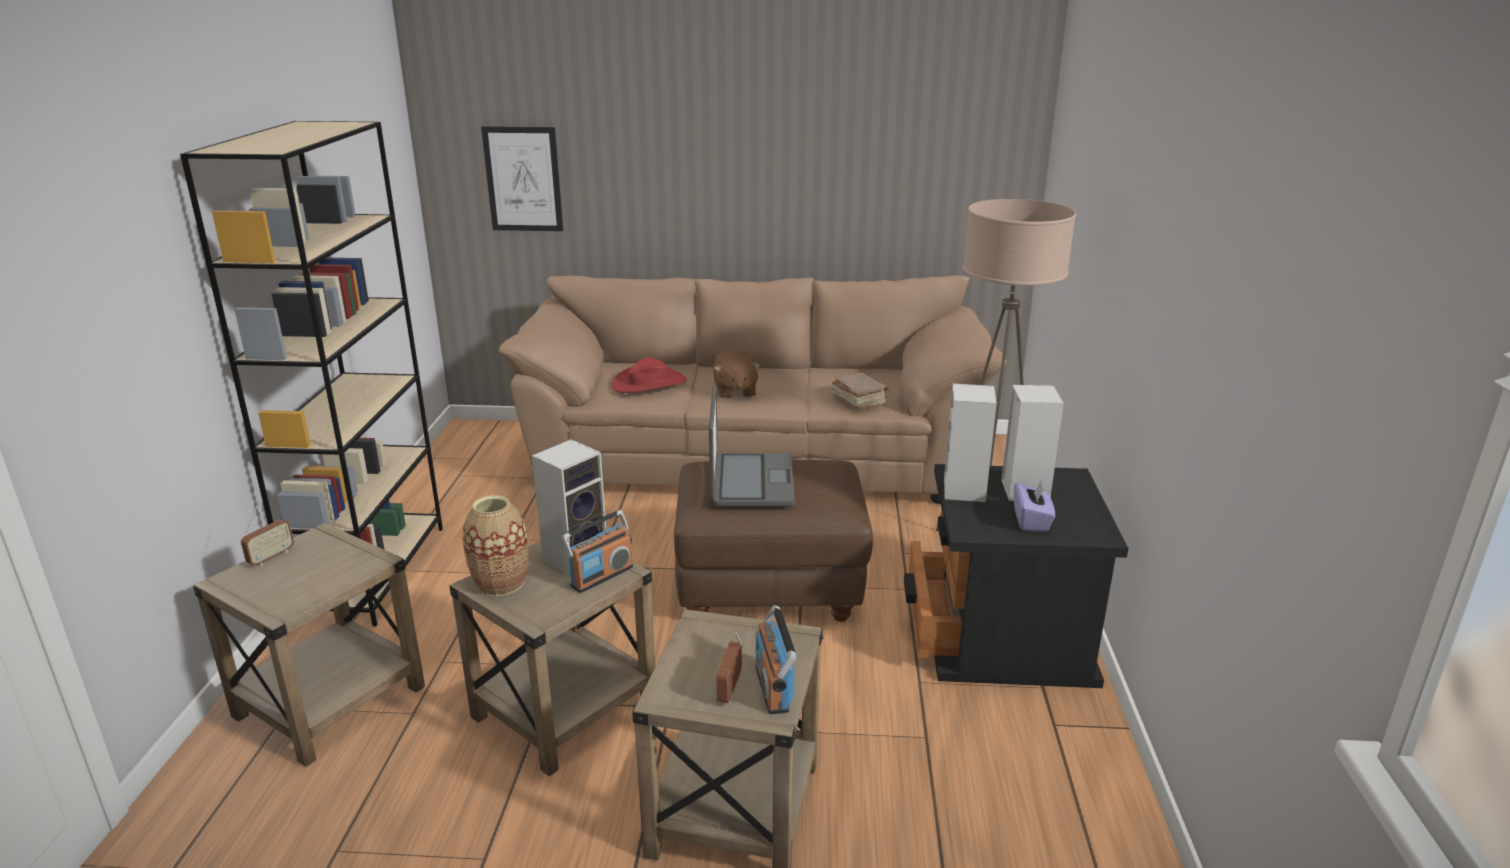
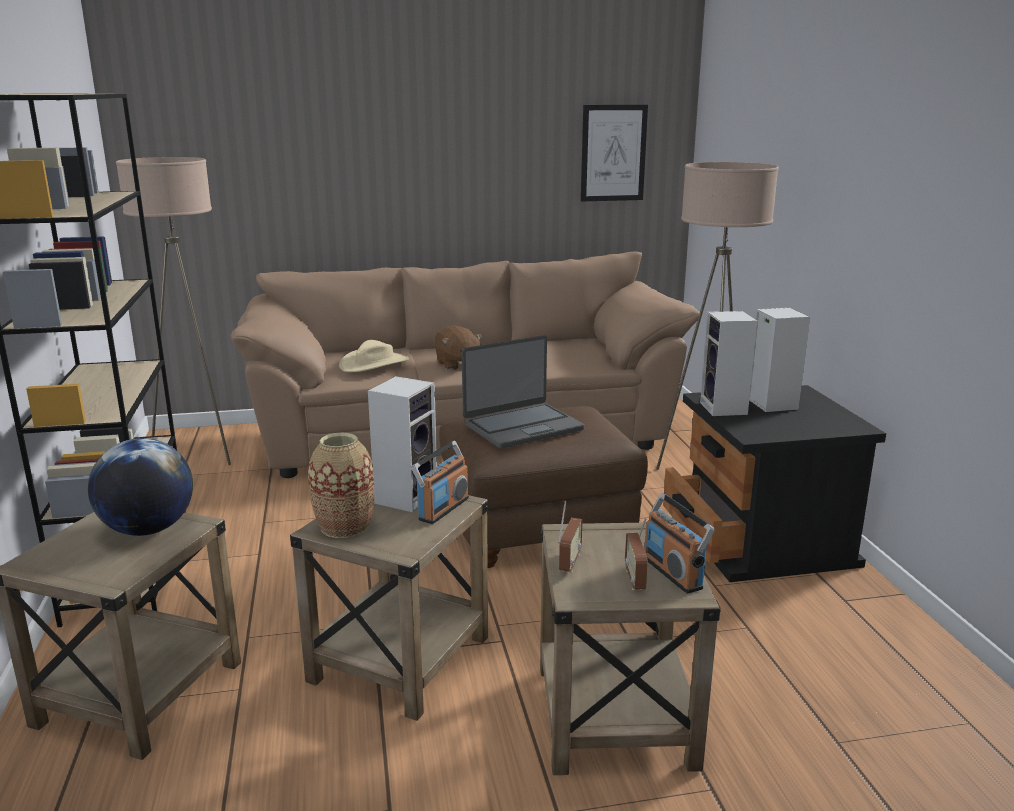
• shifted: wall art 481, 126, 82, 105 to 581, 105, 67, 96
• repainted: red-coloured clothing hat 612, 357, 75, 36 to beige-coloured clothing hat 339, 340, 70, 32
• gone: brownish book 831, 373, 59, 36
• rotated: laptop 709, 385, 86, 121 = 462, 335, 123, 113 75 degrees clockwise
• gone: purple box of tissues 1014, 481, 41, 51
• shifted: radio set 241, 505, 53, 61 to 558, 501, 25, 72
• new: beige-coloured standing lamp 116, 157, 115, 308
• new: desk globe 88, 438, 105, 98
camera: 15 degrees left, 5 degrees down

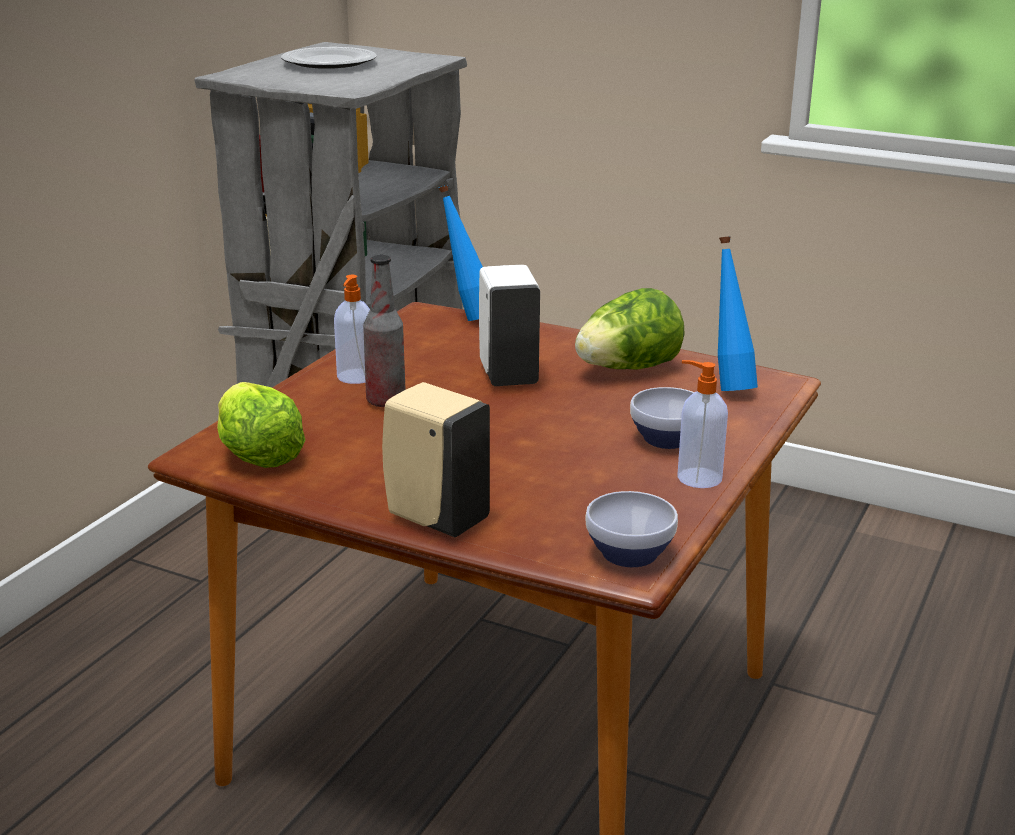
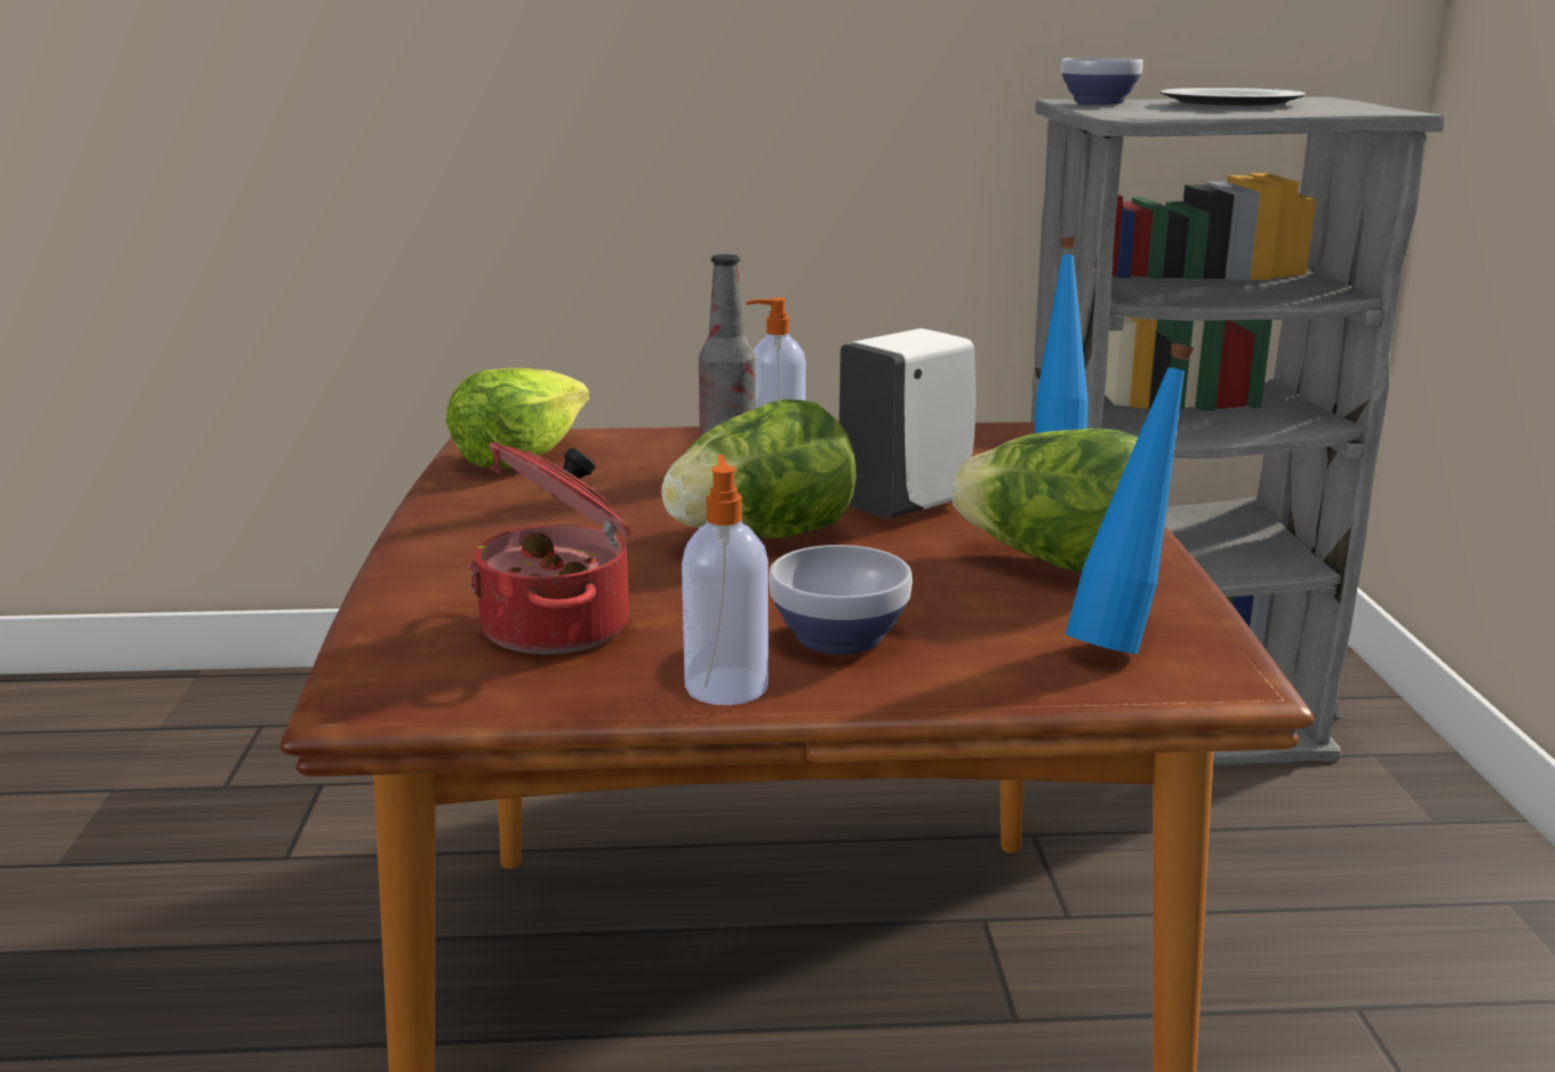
• gone: beige-coloured soap bottle 382, 382, 108, 155
• shifted: bowl 585, 491, 93, 76 to 1061, 58, 82, 46
• new: lettuce head 661, 399, 195, 140
• new: stockpot 468, 442, 164, 212
camera: 60 degrees right, 5 degrees down

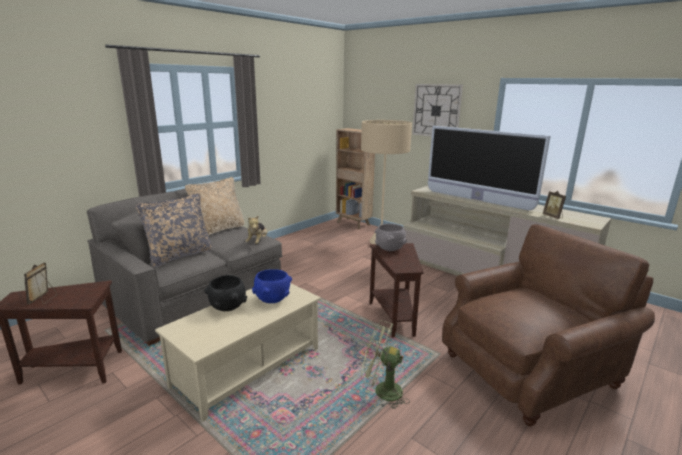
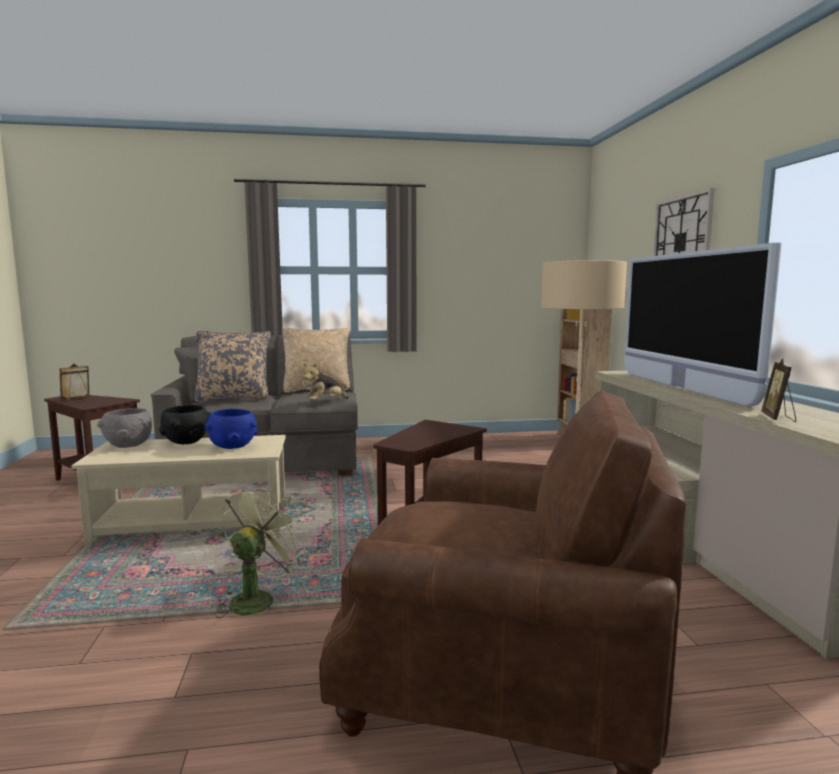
• shifted: grey bowl 375, 224, 32, 27 to 97, 408, 55, 40
• rotated: green electric fan 361, 320, 49, 89 = 215, 486, 91, 132 60 degrees clockwise
camera: 40 degrees right, 10 degrees down

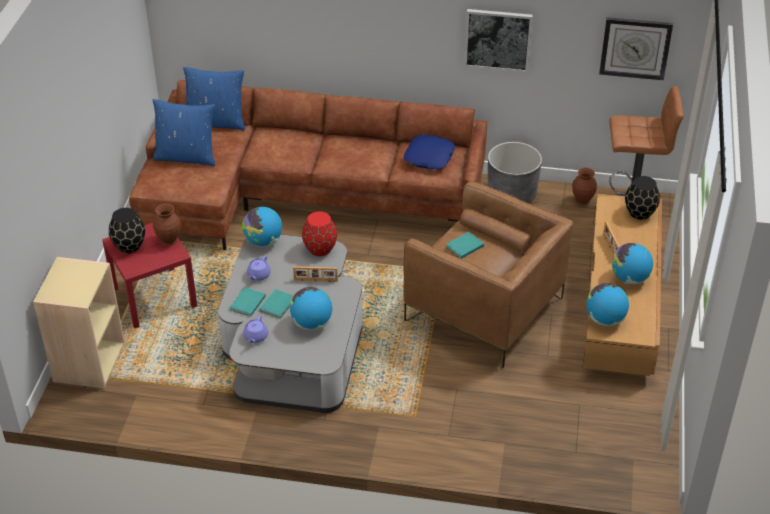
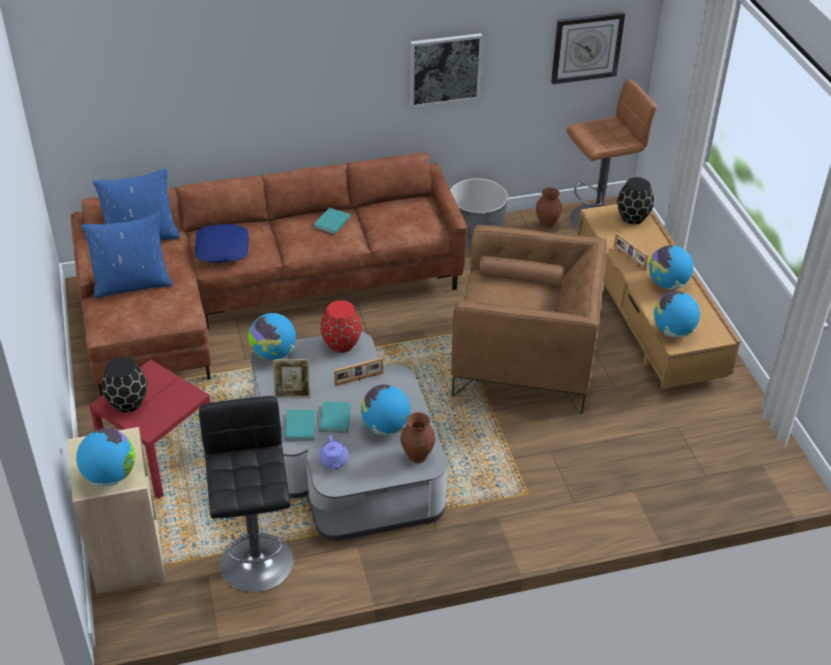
• shifted: bluish throw pillow 403, 135, 52, 34 to 195, 224, 54, 39
• shifted: brownish vase 153, 204, 28, 42 to 400, 412, 36, 51
• shifted: turquoise-coloured book 446, 232, 38, 27 to 313, 208, 37, 27
• swapped: purple pot for tea 247, 256, 24, 25 to photo frame 273, 359, 37, 39
• new: black stool seat 199, 396, 94, 196
• new: desk globe 76, 428, 59, 58
camera: 25 degrees left, 0 degrees up

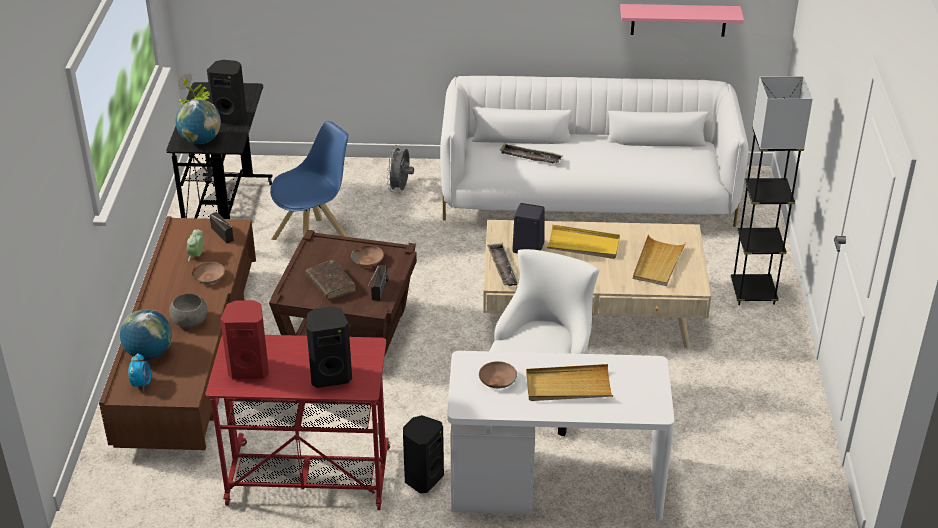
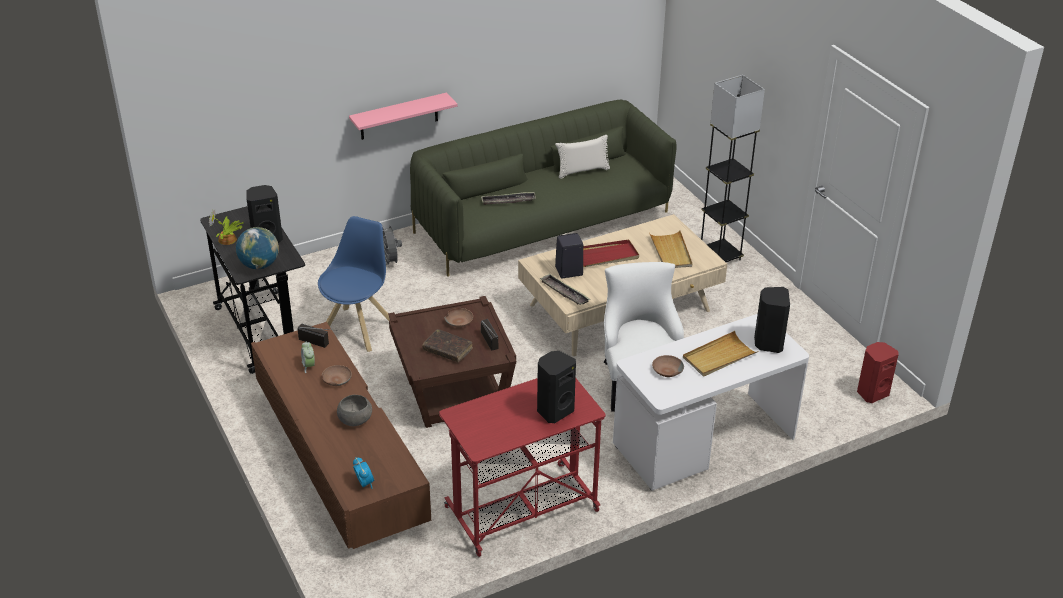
• shifted: pink shelf 620, 4, 124, 33 to 349, 93, 109, 47
• repainted: white-coloured sofa 440, 76, 308, 151 to green sofa 410, 100, 267, 177
• repainted: yellow carrying tray 547, 225, 73, 34 to red-coloured carrying tray 583, 239, 56, 28
• shifted: red-coloured loudspeaker 220, 300, 49, 79 to 857, 342, 42, 61
• gone: desk globe 120, 309, 52, 51
• shifted: black loudspeaker 403, 415, 41, 79 to 754, 287, 36, 66
• new: white-coloured throw pillow 555, 135, 55, 44
camera: 30 degrees left, 0 degrees up

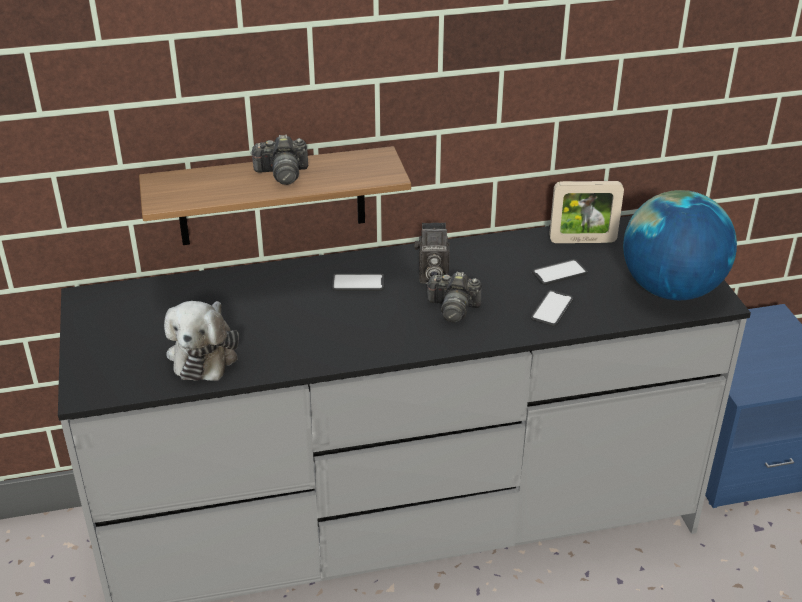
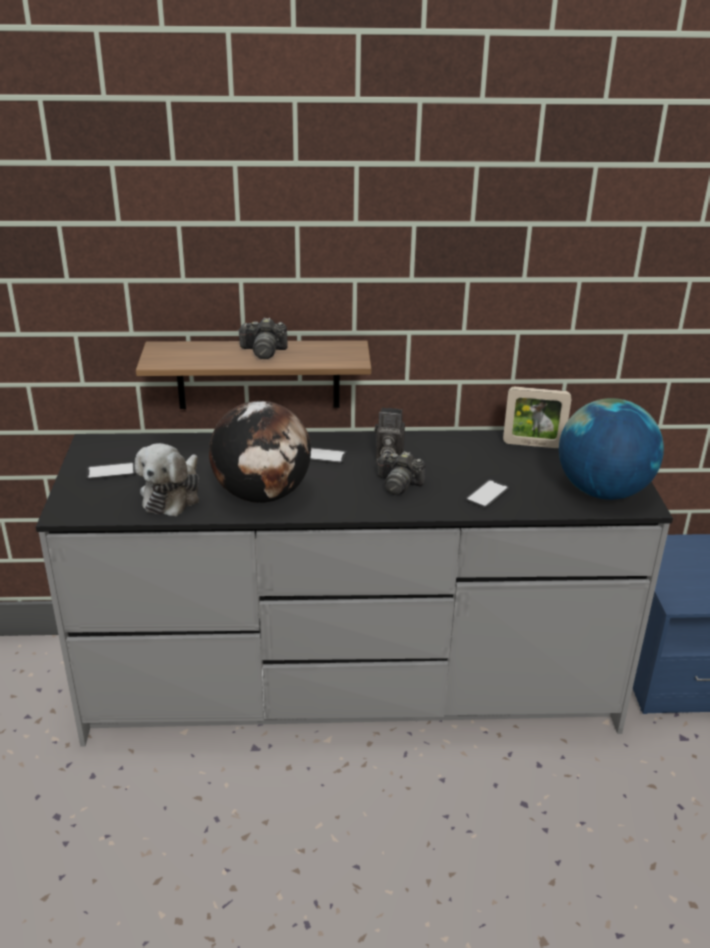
• shifted: telephone 532, 259, 56, 26 to 86, 462, 50, 18
• new: desk globe 209, 401, 102, 102
camera: 10 degrees right, 5 degrees down

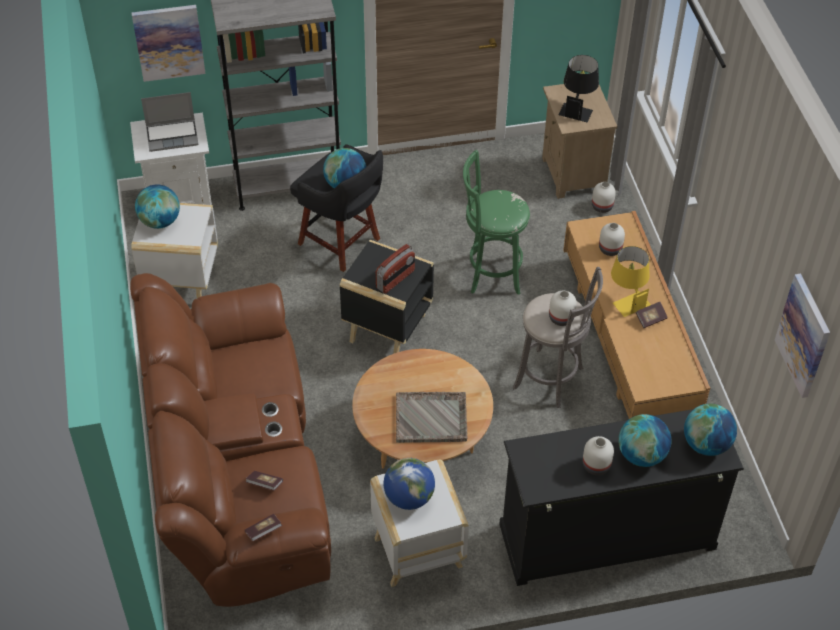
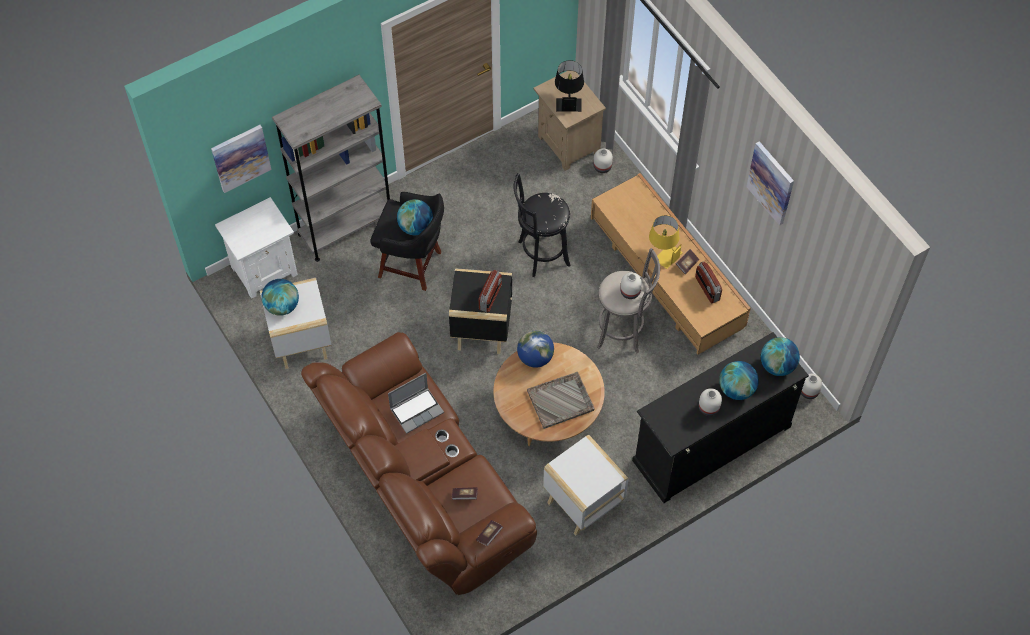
• shifted: laptop 141, 92, 58, 60 to 388, 373, 56, 61
• repainted: green stool seat 463, 150, 67, 145 to black stool seat 514, 173, 56, 104
• shifted: white-coloured vase 599, 223, 26, 33 to 801, 374, 21, 25
• shifted: wall art 775, 273, 55, 125 to 746, 141, 48, 85
• shifted: desk globe 383, 458, 52, 52 to 517, 331, 37, 37
• new: radio set 695, 261, 27, 42
camera: 20 degrees left, 10 degrees up

